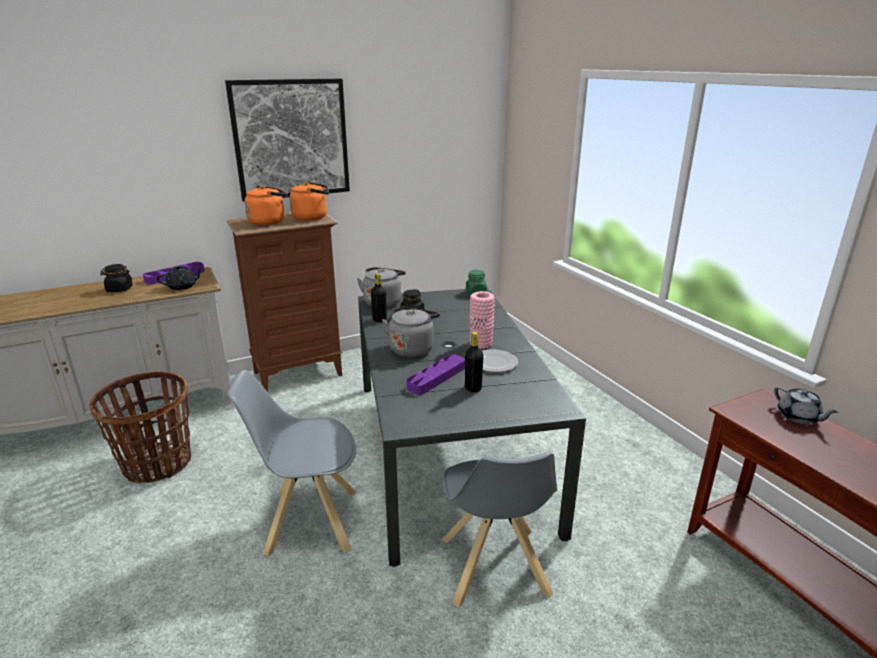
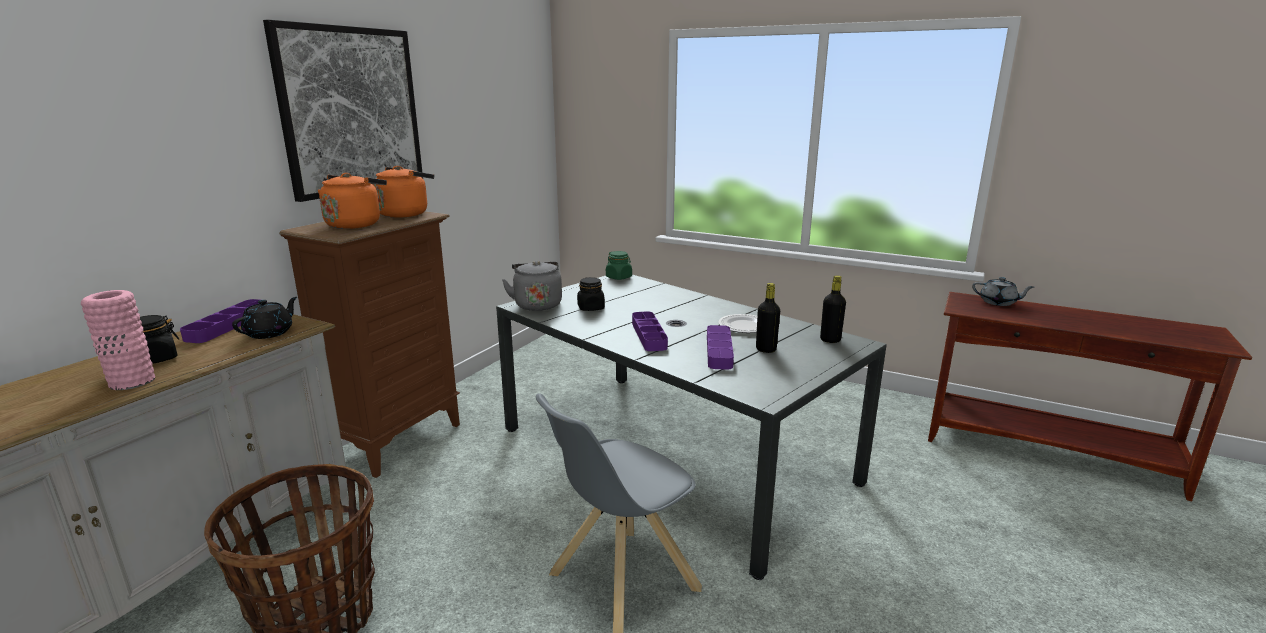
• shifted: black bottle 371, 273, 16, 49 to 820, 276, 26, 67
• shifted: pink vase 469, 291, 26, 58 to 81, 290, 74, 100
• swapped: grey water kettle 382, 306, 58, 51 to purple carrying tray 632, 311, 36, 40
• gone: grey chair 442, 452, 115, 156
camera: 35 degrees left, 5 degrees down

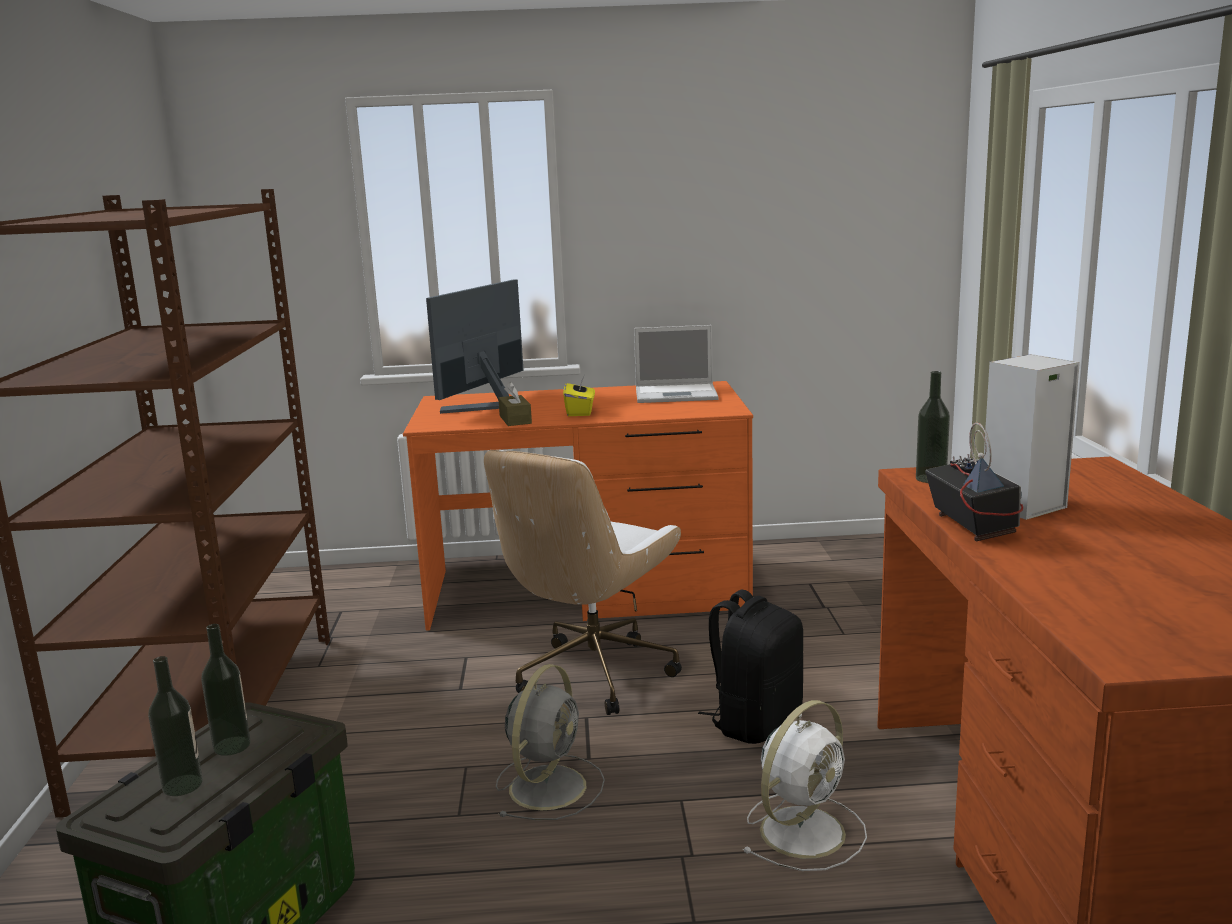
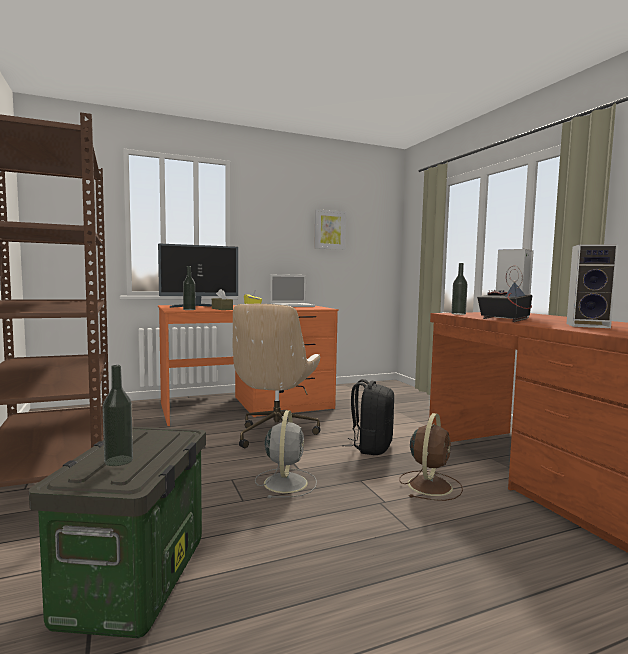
• rotated: computer screen 426, 279, 97, 135 = 158, 243, 80, 65 120 degrees counterclockwise
• shifted: bottle 201, 624, 50, 132 to 183, 266, 13, 44
• repainted: white-coloured electric fan 742, 700, 125, 171 to brownish electric fan 399, 413, 64, 88
• new: wall art 314, 209, 32, 41
• new: loudspeaker 567, 244, 51, 84
camera: 20 degrees left, 10 degrees down

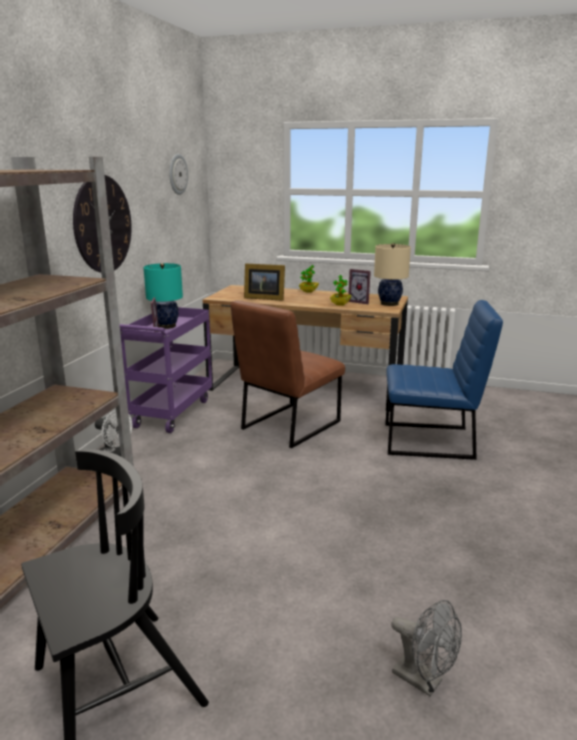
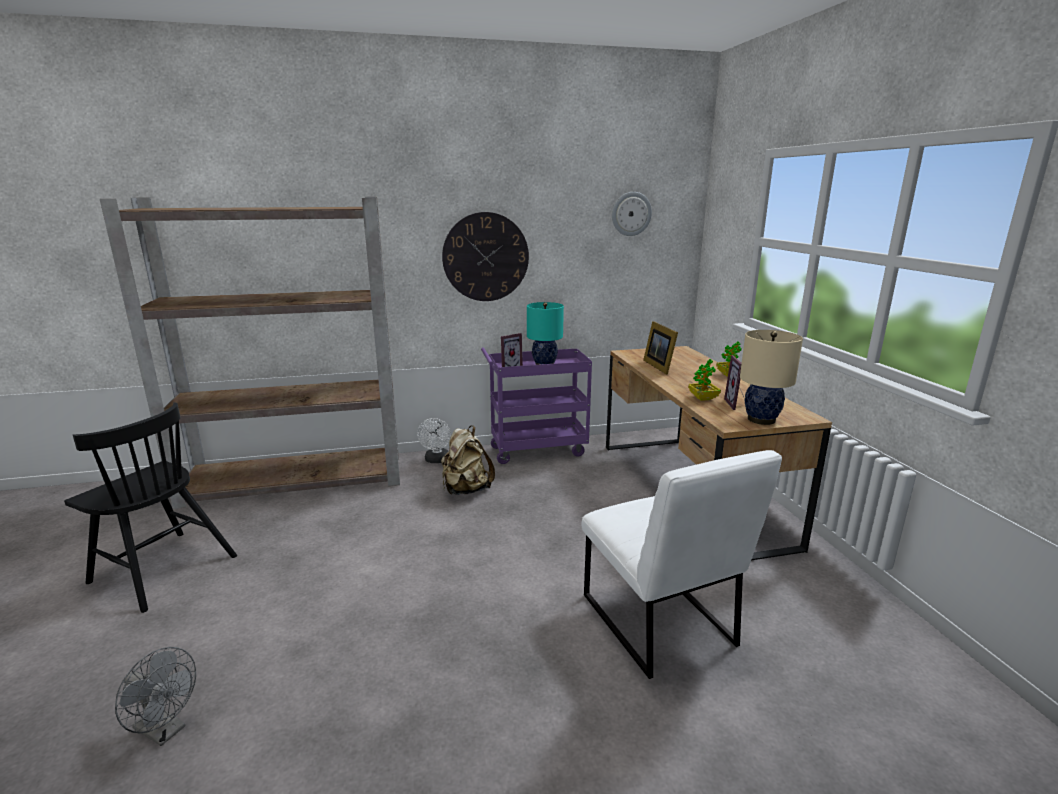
• gone: brownish chair 230, 300, 115, 148
• repainted: bluish chair 386, 300, 117, 160 to white-coloured chair 582, 450, 200, 229
• rotated: grey electric fan 391, 600, 71, 96 = 115, 647, 81, 99 75 degrees counterclockwise
• new: beige-coloured backpack 441, 426, 54, 69
camera: 60 degrees right, 0 degrees up

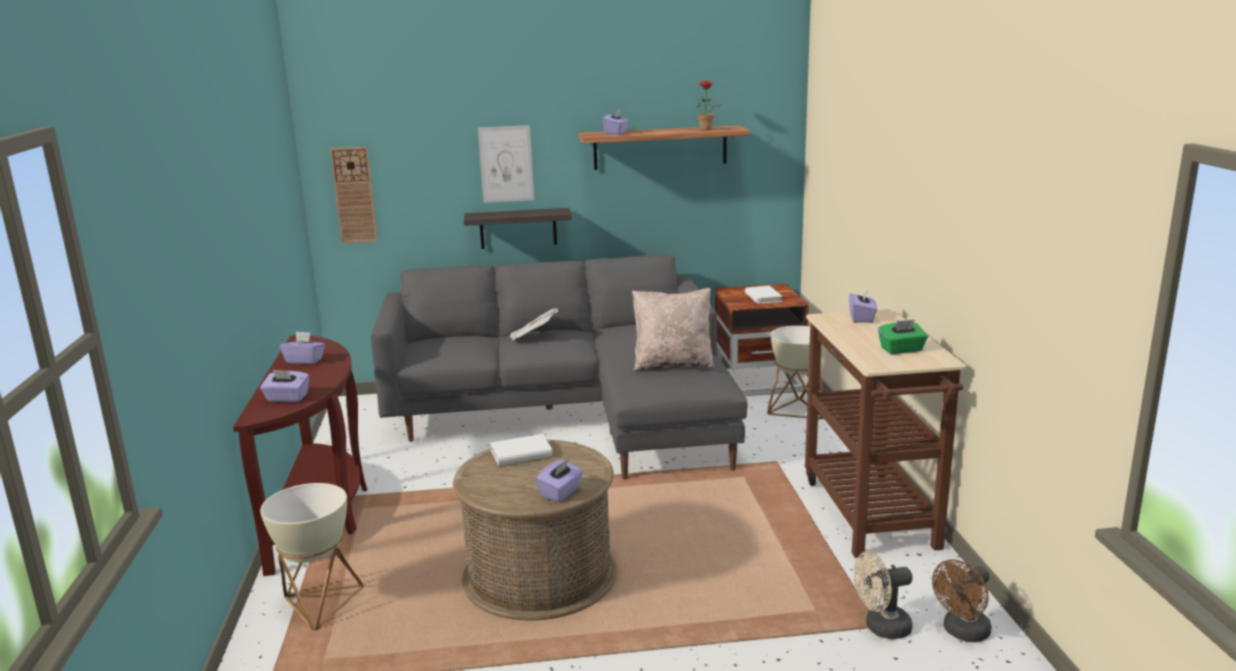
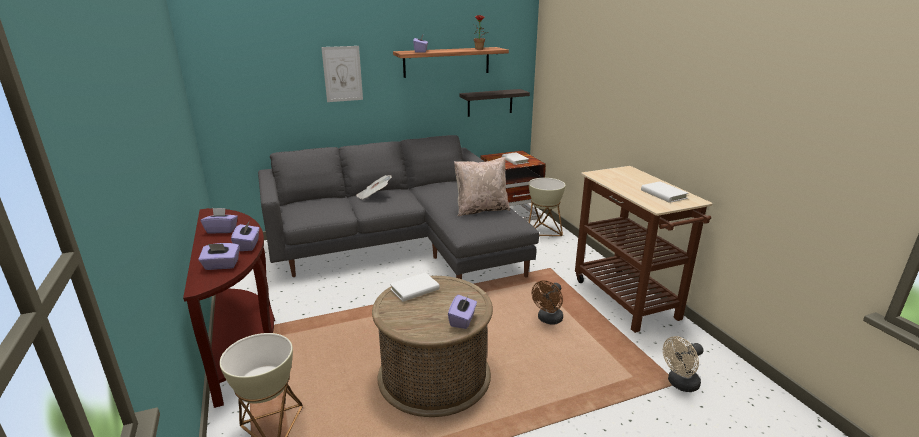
• gone: clock on the wall 330, 147, 48, 96
• shifted: shelf 464, 208, 108, 41 to 459, 89, 71, 28
• shifted: purple box of tissues 849, 289, 28, 34 to 231, 222, 29, 29
• swapped: green box of tissues 878, 320, 50, 34 to white-coloured book 641, 181, 48, 22
• shifted: brownish electric fan 932, 559, 60, 83 to 532, 280, 31, 44
camera: 15 degrees left, 5 degrees up

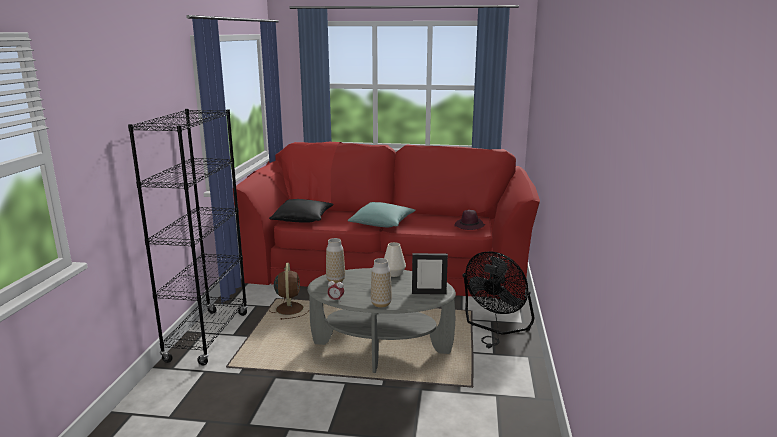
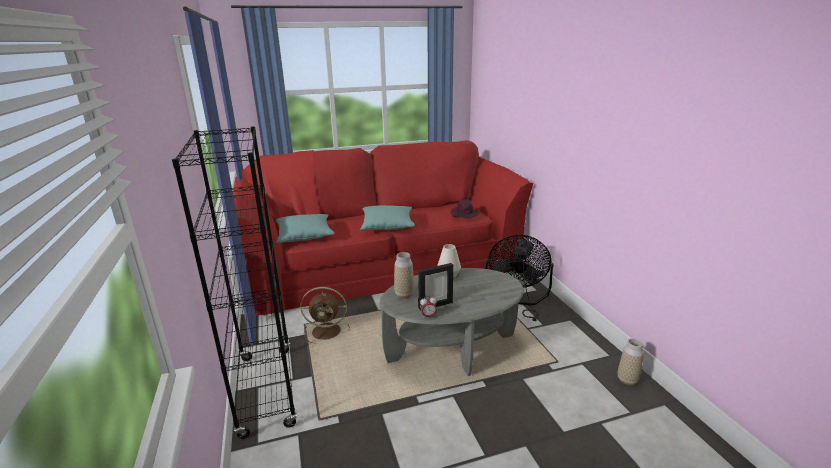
• repainted: black throw pillow 269, 199, 65, 24 to turquoise-coloured throw pillow 275, 214, 60, 29
• shifted: photo frame 412, 253, 36, 41 to 418, 263, 35, 48
• shifted: vase 371, 258, 21, 50 to 617, 338, 27, 47
• rotated: brownish electric fan 269, 263, 39, 57 = 300, 287, 49, 57 120 degrees clockwise
camera: 25 degrees left, 5 degrees up

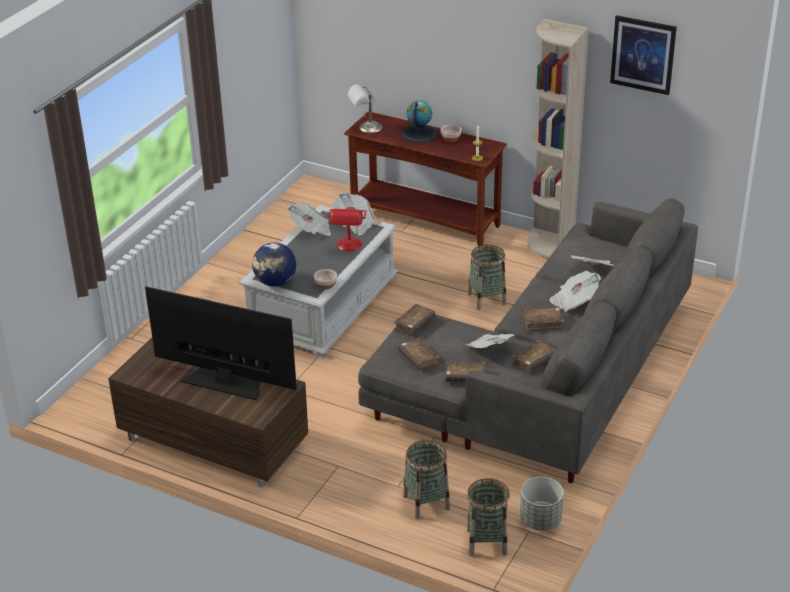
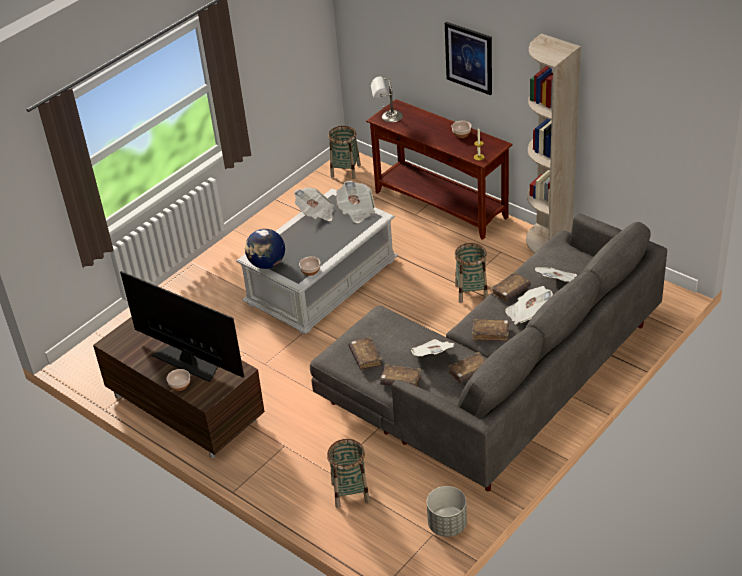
• shifted: wall art 610, 15, 67, 80 to 445, 22, 47, 73
• gone: desk globe 402, 101, 35, 42
• gone: red-coloured lamp for a table 328, 209, 38, 43
• shifted: brownish book 393, 304, 42, 31 to 490, 272, 41, 30
• shifted: household basket 467, 478, 43, 78 to 328, 126, 33, 53
• new: bowl 166, 369, 24, 22
camera: 15 degrees right, 5 degrees up

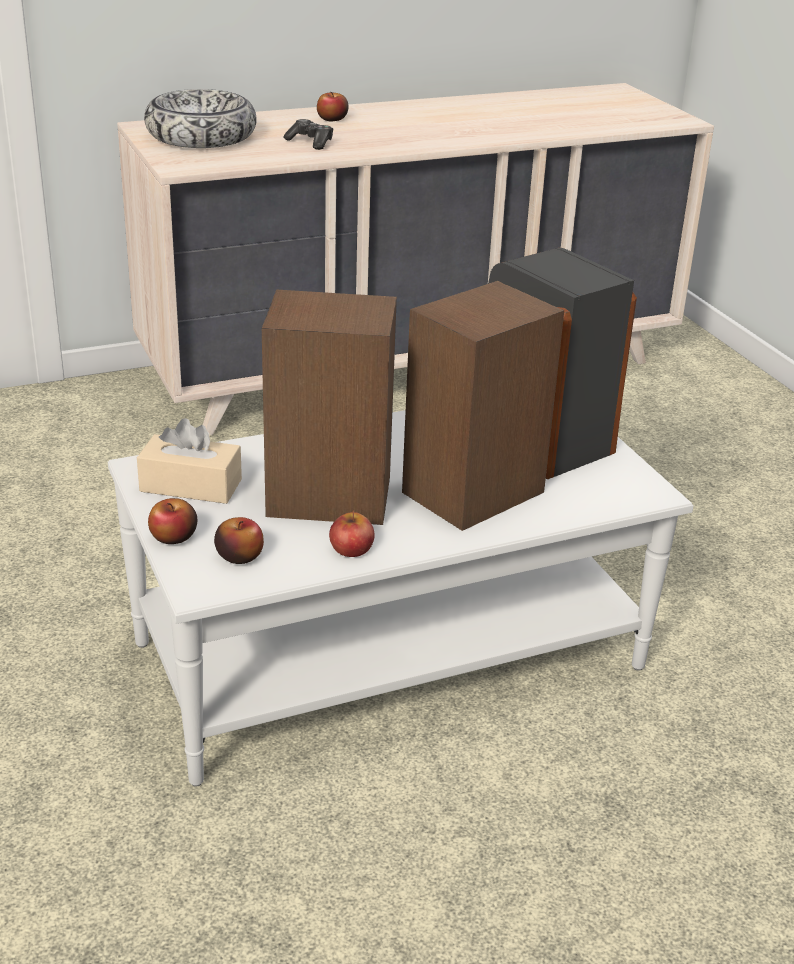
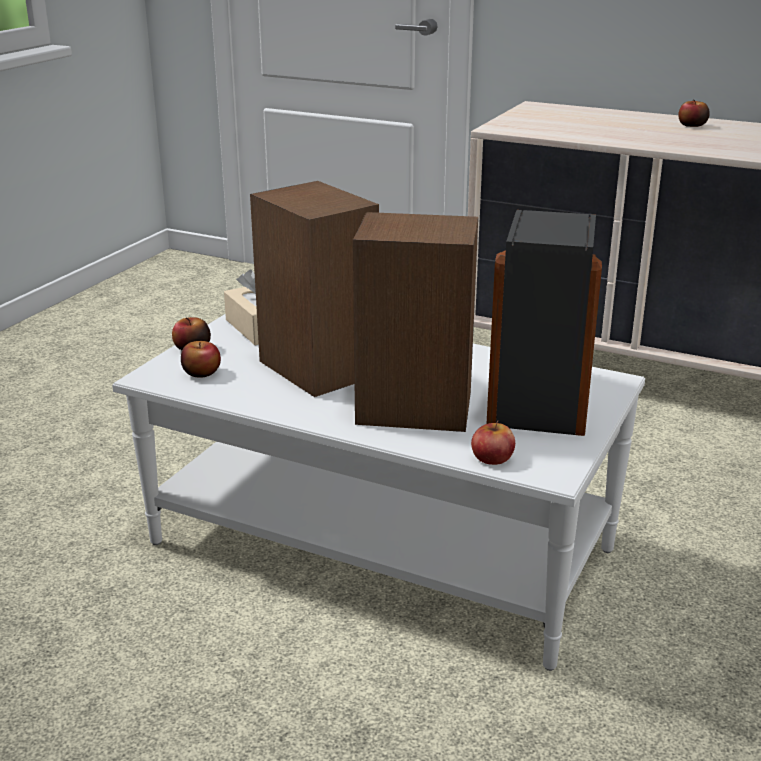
• gone: bowl 144, 89, 113, 59
• gone: game controller 284, 119, 49, 31
• shifted: whole apple 329, 511, 46, 46 to 471, 421, 44, 44
camera: 50 degrees right, 5 degrees down

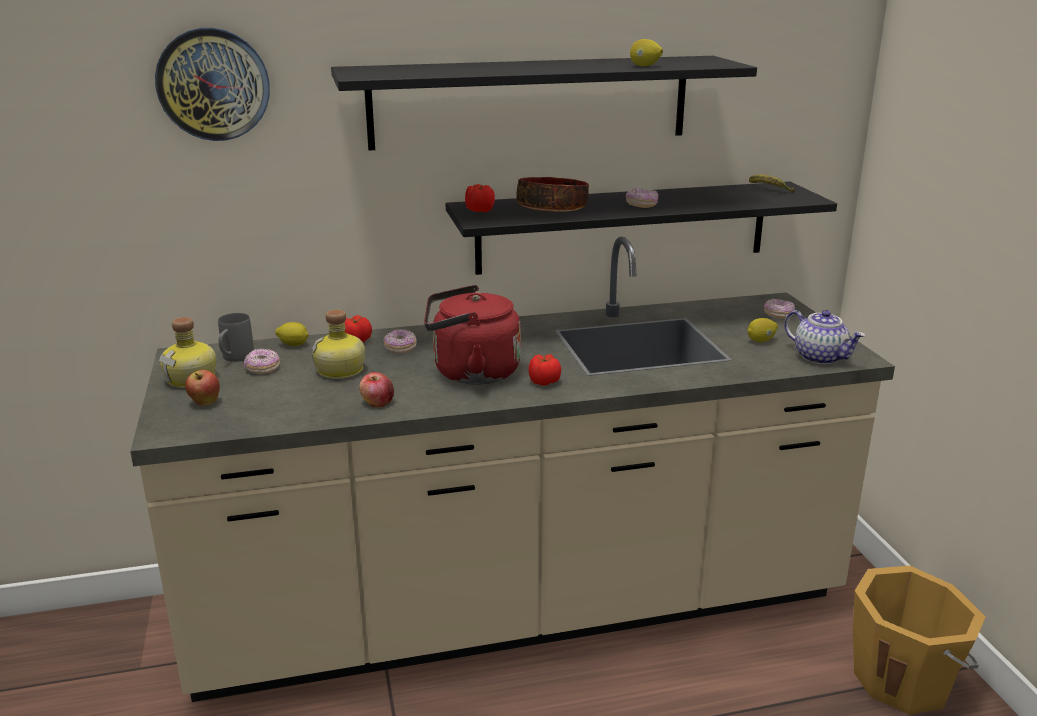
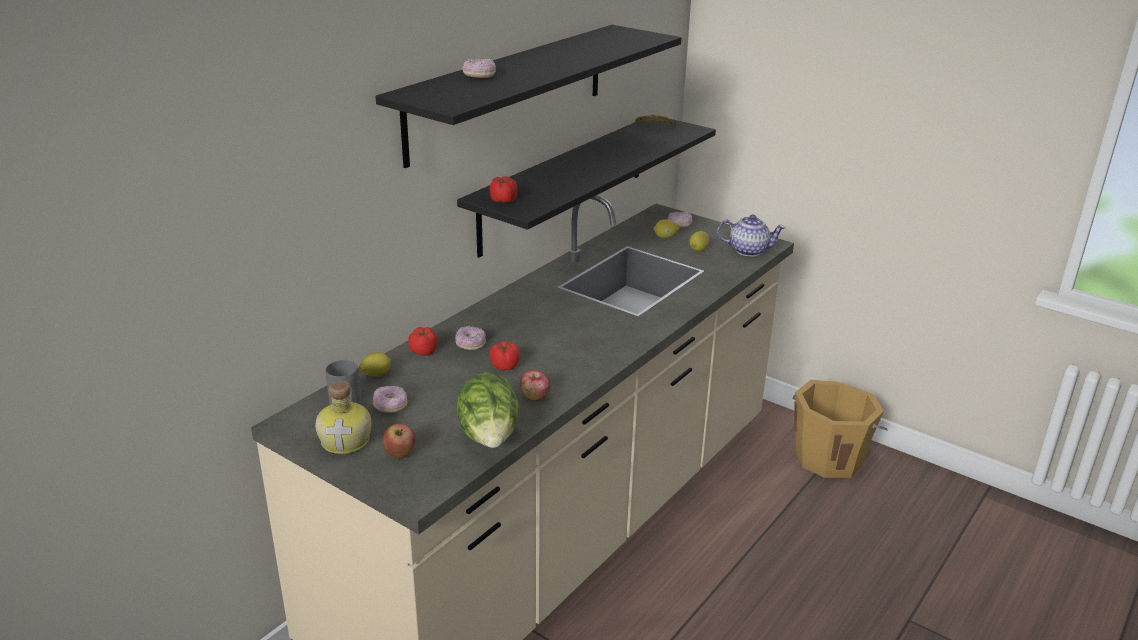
• gone: clock on the wall 155, 28, 115, 113
• shifted: lemon 630, 39, 33, 28 to 653, 219, 26, 19
• gone: bowl 516, 177, 73, 35
• shifted: ring doughnut 626, 188, 32, 20 to 463, 59, 33, 19
• gone: red-coloured water kettle 424, 285, 97, 100
• gone: bottle 312, 309, 53, 70
• shifted: tomato 528, 354, 33, 32 to 489, 340, 31, 30
• new: lettuce head 456, 372, 64, 76
camera: 40 degrees left, 5 degrees up

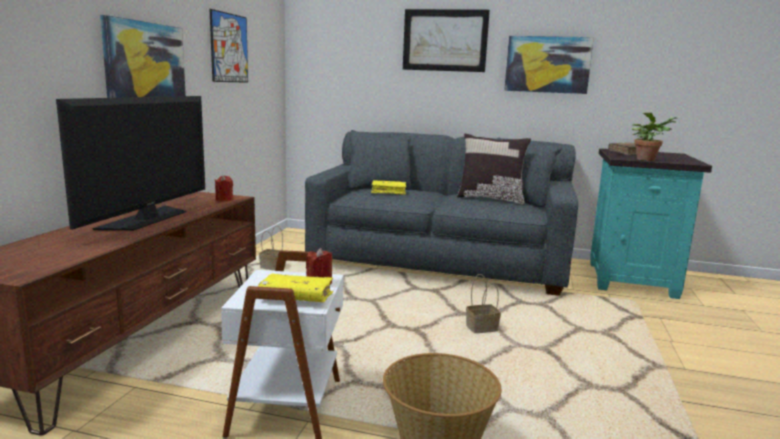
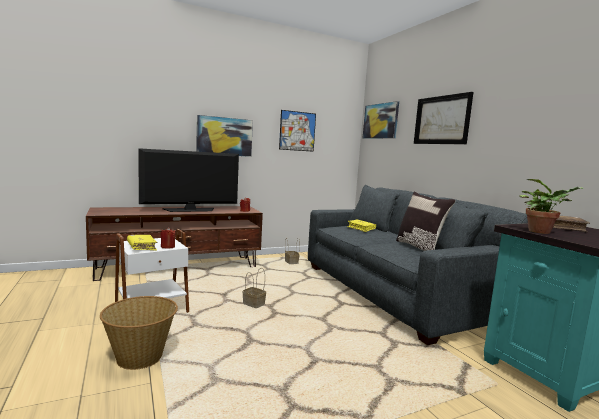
• shifted: wall art 504, 36, 90, 58 to 363, 101, 36, 38
• shifted: household basket 466, 274, 35, 59 to 243, 268, 23, 40
camera: 50 degrees right, 5 degrees down

